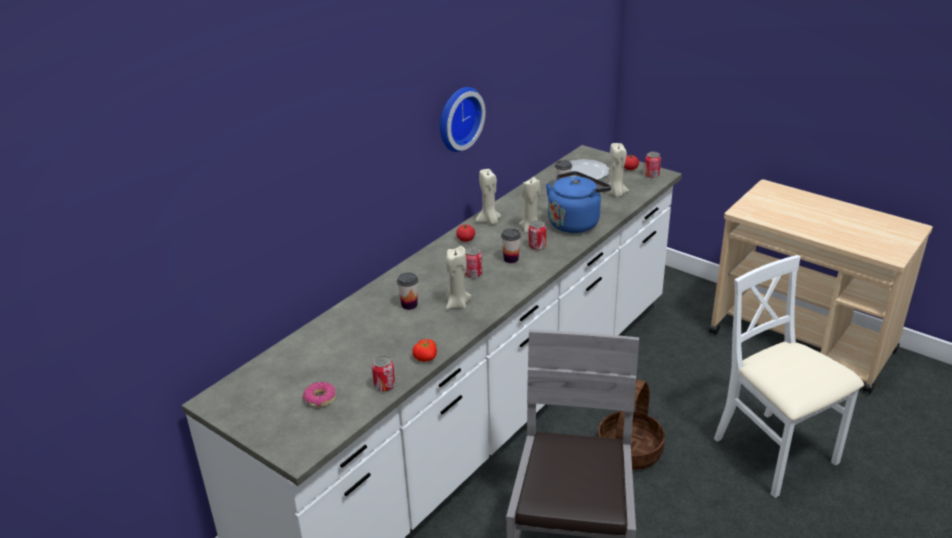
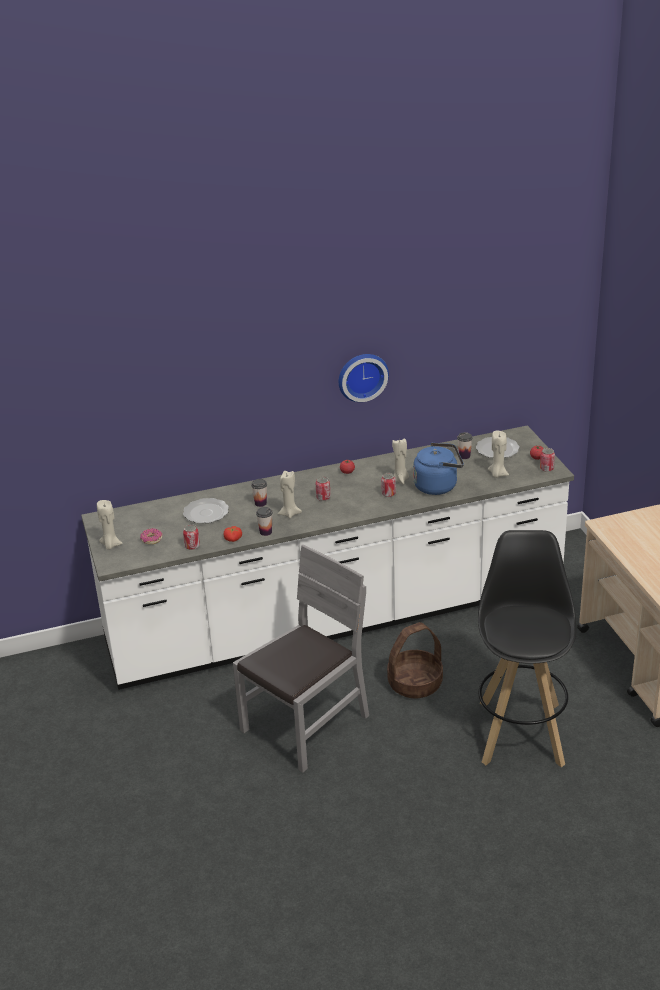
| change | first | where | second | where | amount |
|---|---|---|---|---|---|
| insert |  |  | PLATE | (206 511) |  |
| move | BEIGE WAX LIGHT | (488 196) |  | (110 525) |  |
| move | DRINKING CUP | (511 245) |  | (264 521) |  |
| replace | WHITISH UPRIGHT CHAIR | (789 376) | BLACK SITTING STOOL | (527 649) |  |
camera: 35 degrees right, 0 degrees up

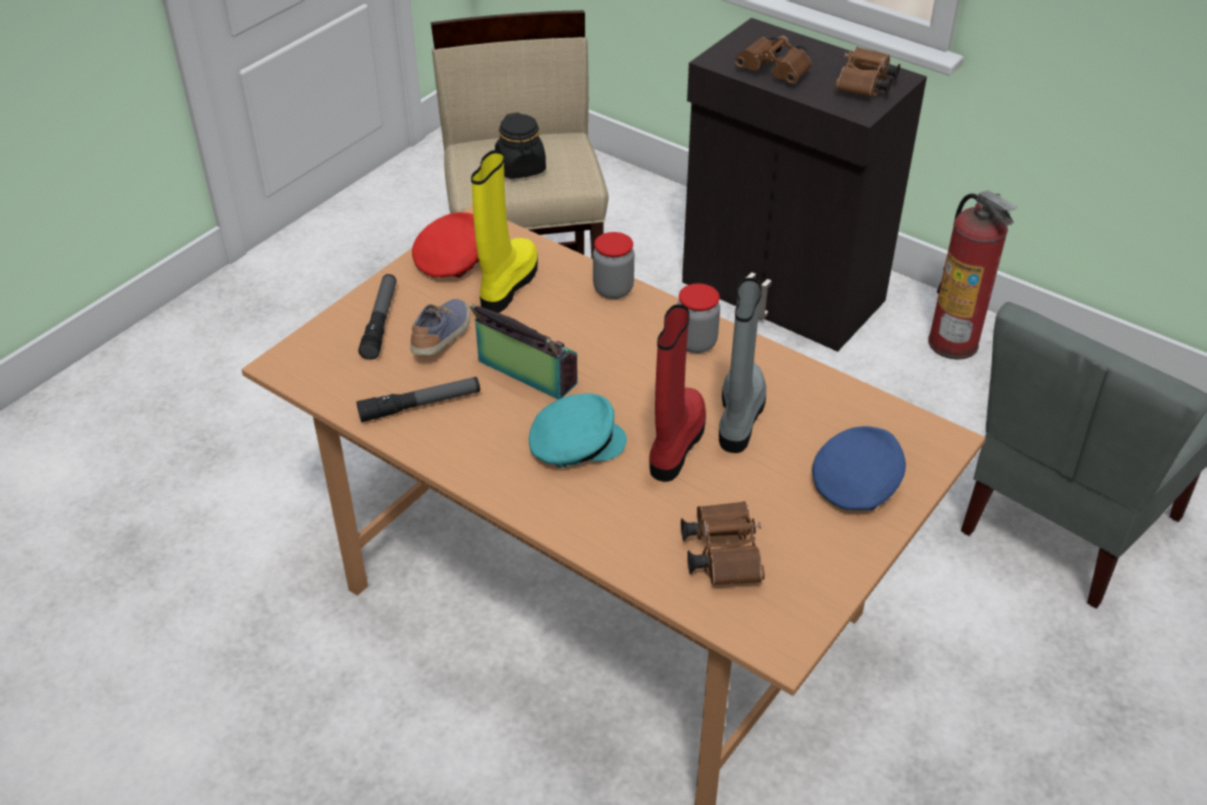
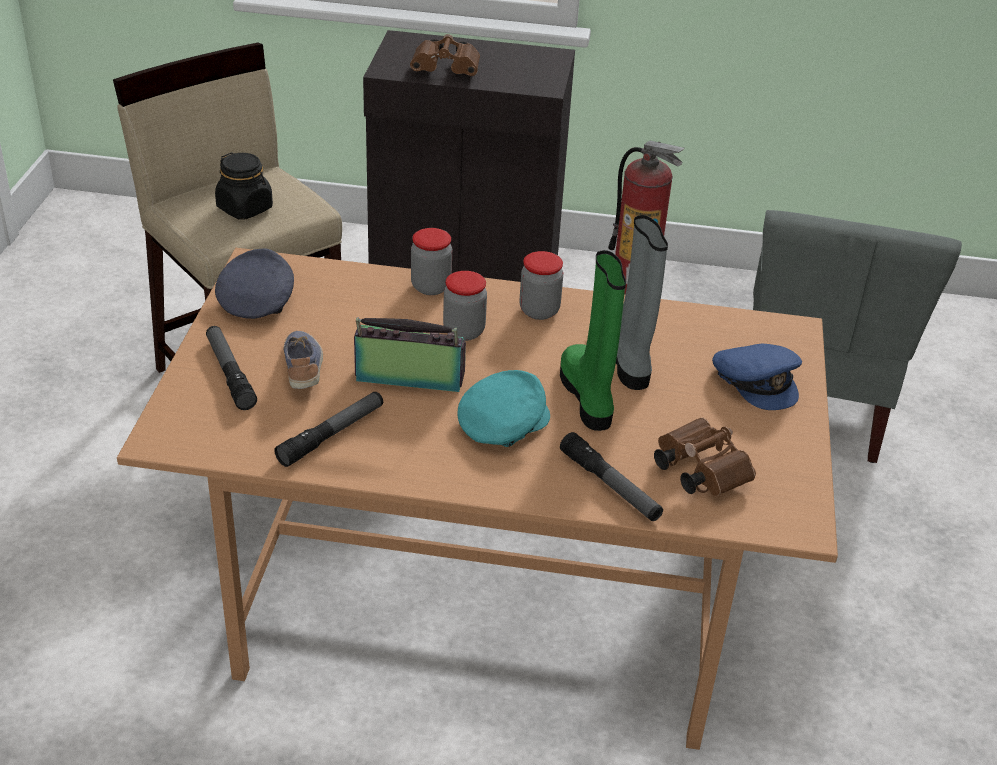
| change | first | where | second | where | amount |
|---|---|---|---|---|---|
| delete | YELLOW BOOT | (504 231) |  |  |  |
| delete | BROWN FIELD GLASSES | (867 72) |  |  |  |
| insert |  |  | PRESERVE JAR | (465 306) |  |
| insert |  |  | FLASHLIGHT | (611 476) |  |
| recolor | RED PEAKED CAP | (445 245) | GRAY PEAKED CAP | (254 283) |  |
| recolor | RED BOOT | (677 393) | GREEN BOOT | (593 340) |  |
| rotate | BLUE PEAKED CAP | (859 468) |  | (757 376) | 135 degrees clockwise |
camera: 30 degrees left, 5 degrees down

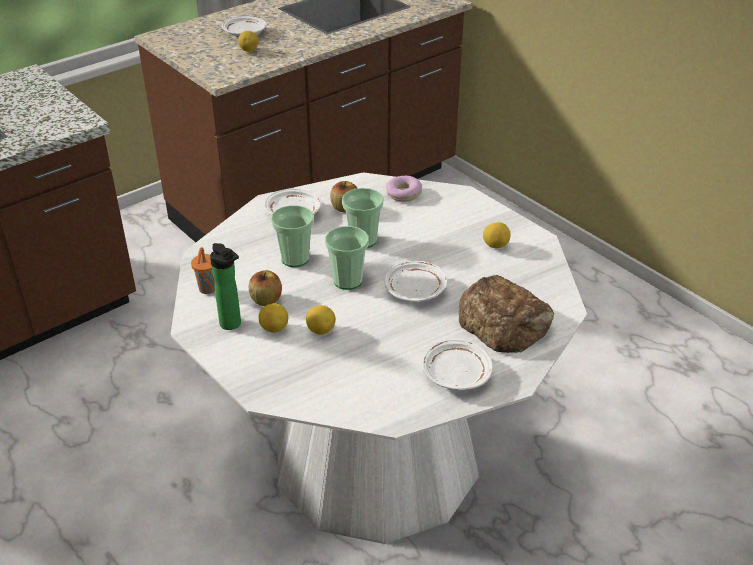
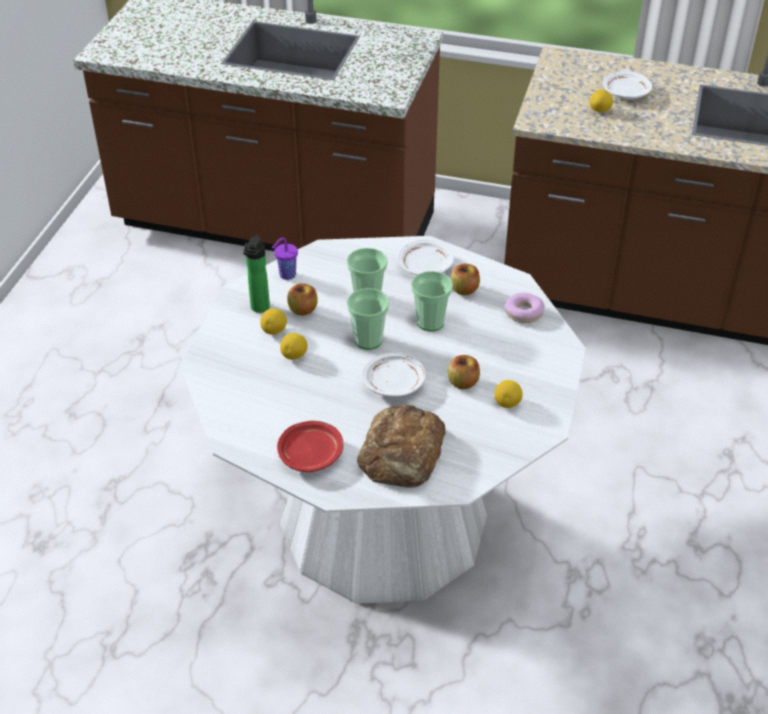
| change | first | where | second | where | amount |
|---|---|---|---|---|---|
| insert |  |  | WHOLE APPLE | (464 372) |  |
| recolor | ORANGE-COLOURED DRINKING CUP | (203 270) | PURPLISH DRINKING CUP | (285 259) |  |
| recolor | WHITISH PLATE | (457 364) | RED PLATE | (310 446) |  |
camera: 55 degrees right, 5 degrees up

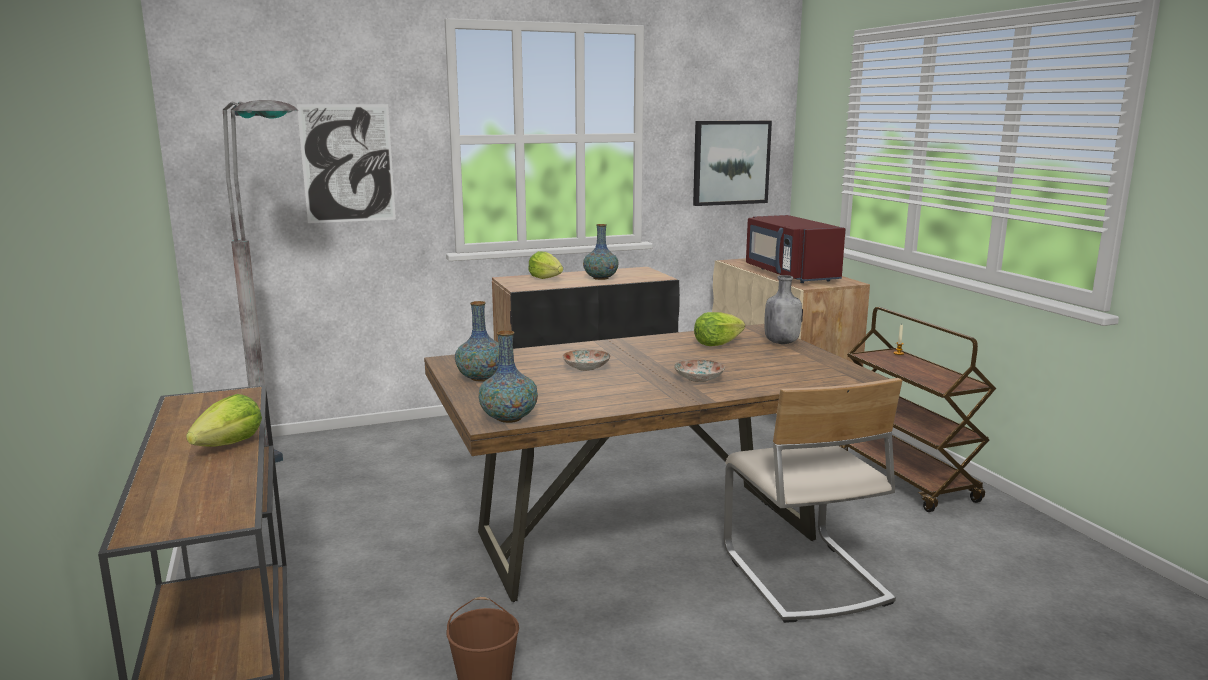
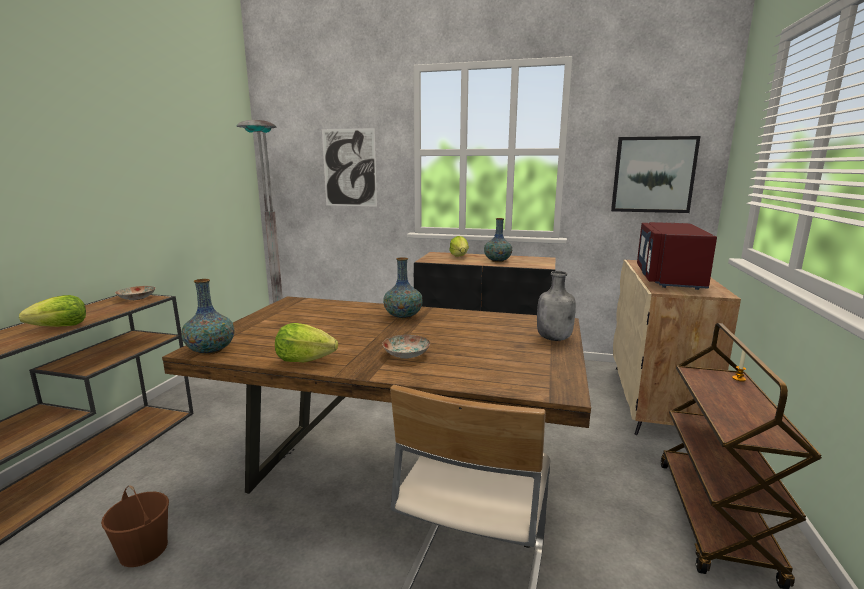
| change | first | where | second | where | amount |
|---|---|---|---|---|---|
| move | DECORATIVE VASE | (477 341) |  | (403 288) |  |
| move | PLATE | (586 360) |  | (135 293) |  |
| move | HEAD OF LETTUCE | (719 329) |  | (306 342) |  |
camera: 35 degrees right, 0 degrees up

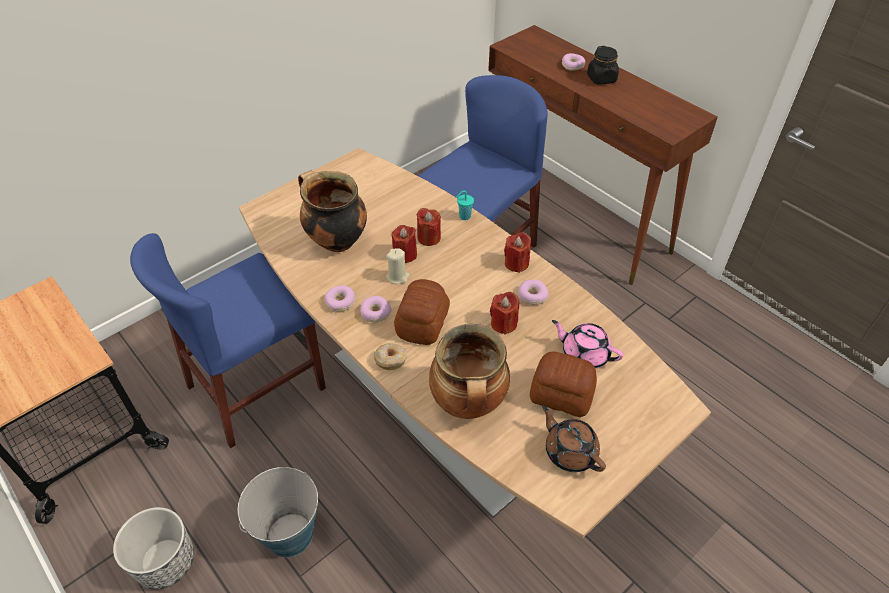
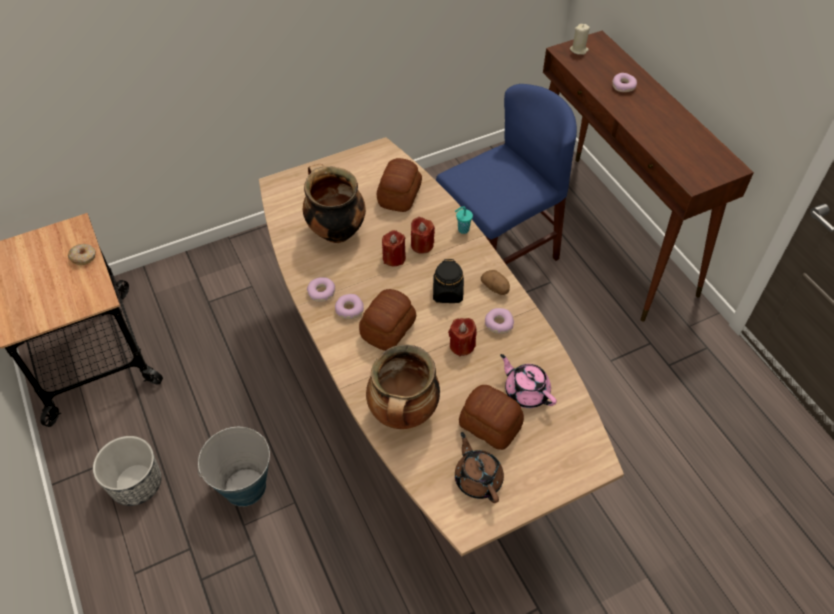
| change | first | where | second | where | amount |
|---|---|---|---|---|---|
| delete | BLUE UPRIGHT CHAIR | (228 340) |  |  |  |
| insert |  |  | BREAD | (399 185) |  |
| move | DONUT | (390 356) |  | (82 254) |  |
| move | BEIGE WAX LIGHT | (398 266) |  | (580 39) |  |
| move | BLACK PRESERVE JAR | (603 65) |  | (448 281) |  |
| replace | RED WAX LIGHT | (517 252) | WHOLE POTATO | (495 282) |  |
camera: 15 degrees right, 5 degrees up

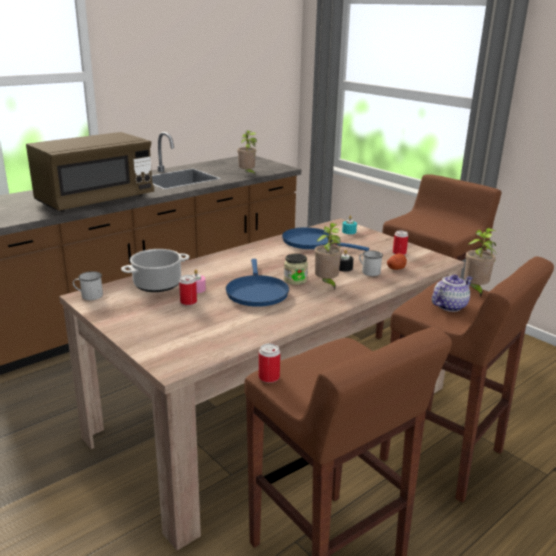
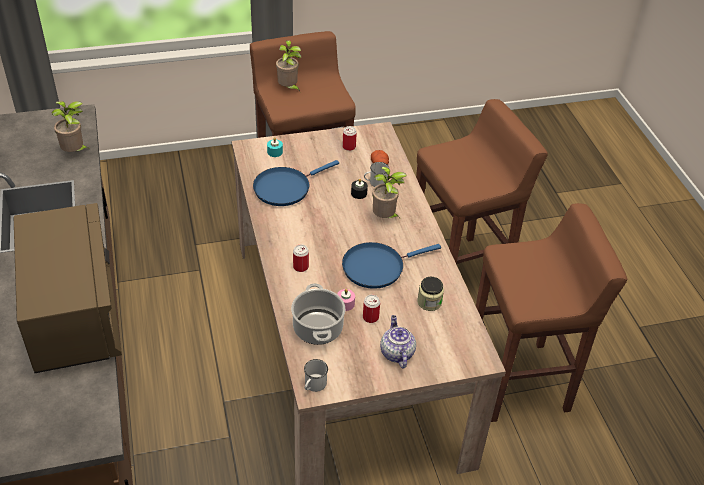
| change | first | where | second | where | amount |
|---|---|---|---|---|---|
| move | SEALED CAN | (269 363) |  | (301 258) |  |
| move | PRESERVE JAR | (296 269) |  | (430 294) |  |
| move | POT FOR TEA | (452 293) |  | (398 341) |  |
| move | PLANT IN A POT | (480 262) |  | (288 66) |  |
| rotate | BLUE SKILLET | (257 283) |  | (391 265) | 135 degrees clockwise |
camera: 65 degrees left, 20 degrees up

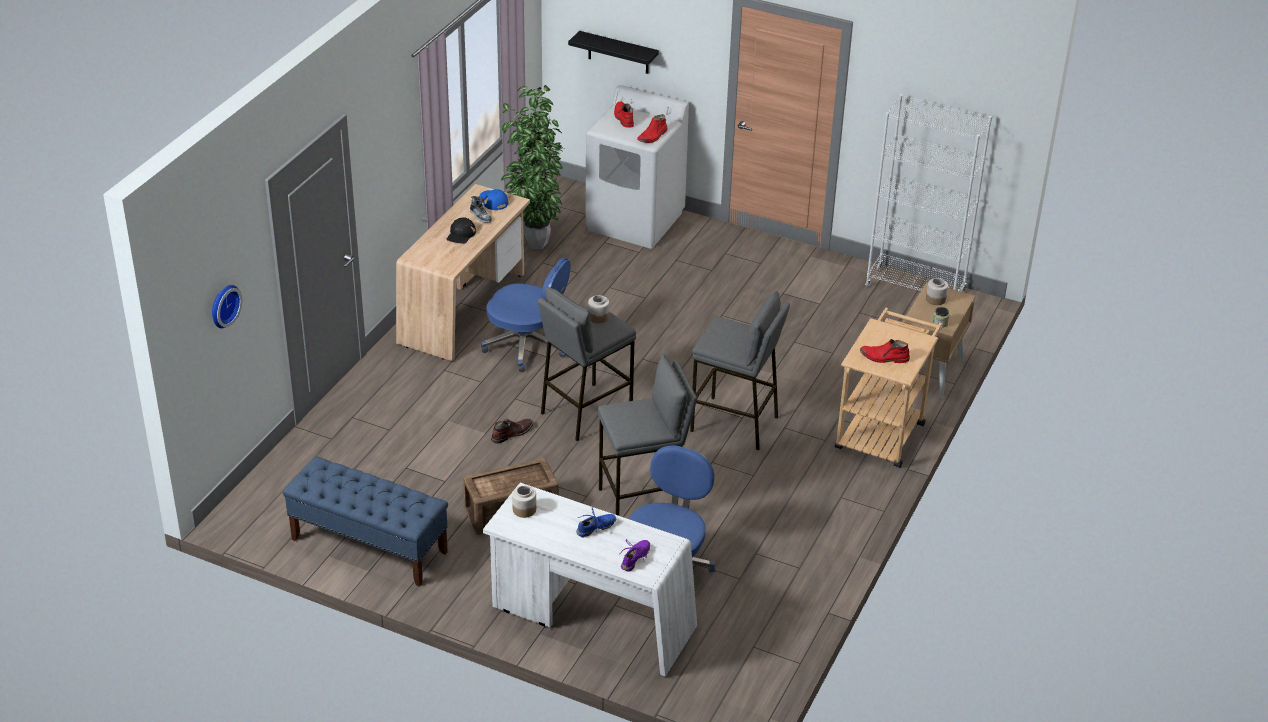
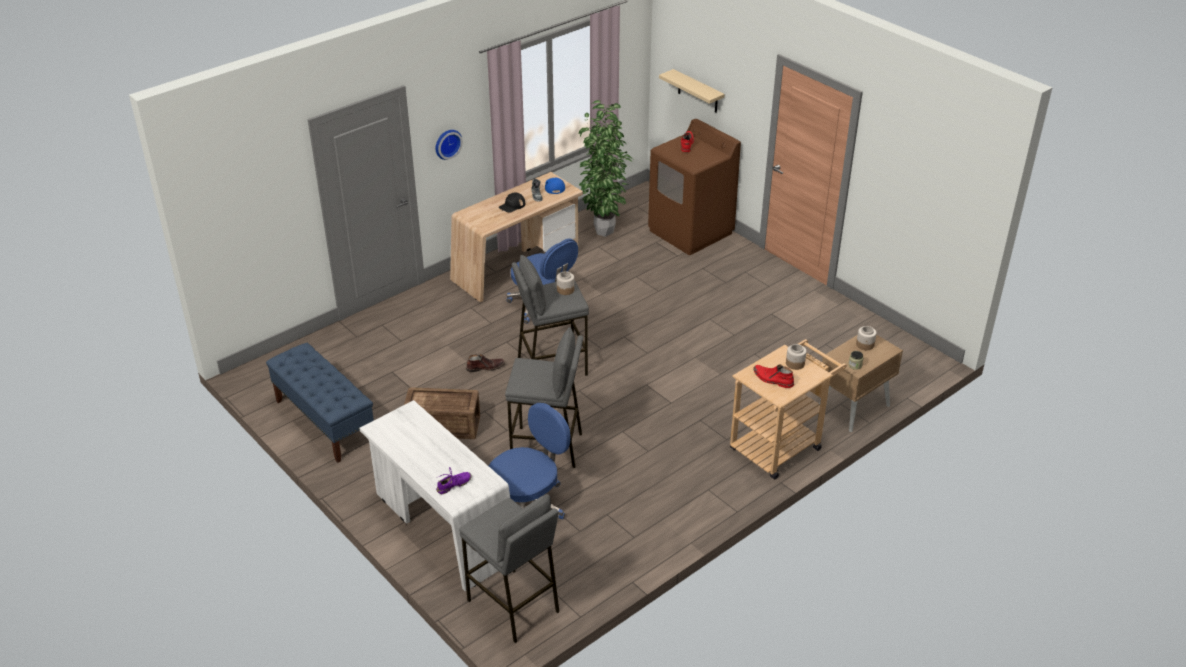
| change | first | where | second | where | amount |
|---|---|---|---|---|---|
| delete | BLUE SHOE | (596 522) |  |  |  |
| delete | RED BOOT | (652 128) |  |  |  |
| delete | WHITISH SHELVING UNIT | (928 193) |  |  |  |
| move | HANGING CLOCK | (227 306) |  | (449 145) |  |
| move | PRESERVE JAR | (524 501) |  | (796 357) |  |
| move | GRAY SITTING STOOL | (740 370) |  | (509 568) |  |
| recolor | BLACK BRACKET SHELF | (613 52) | BEIGE BRACKET SHELF | (692 91) |  |
| recolor | WHITISH LAUNDRY MACHINE | (637 167) | BROWN LAUNDRY MACHINE | (694 187) |  |
camera: 25 degrees right, 0 degrees up

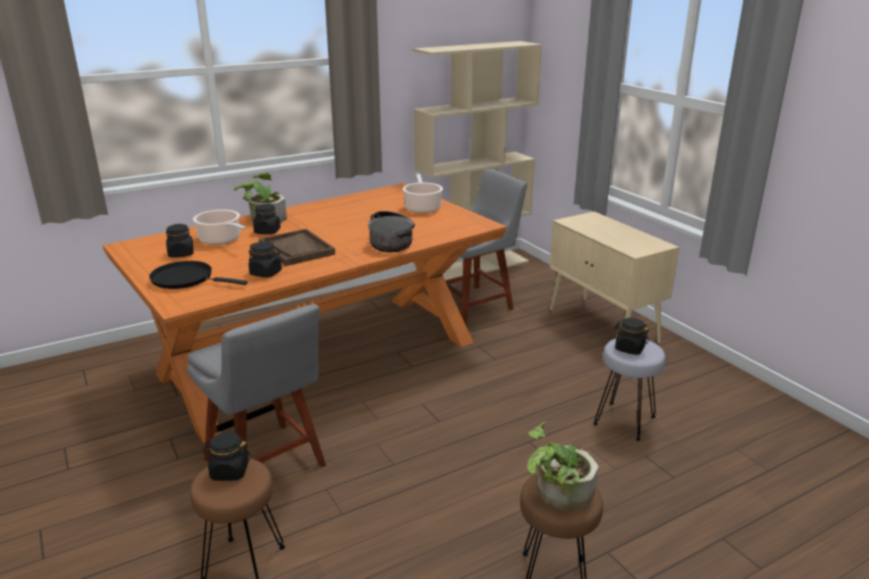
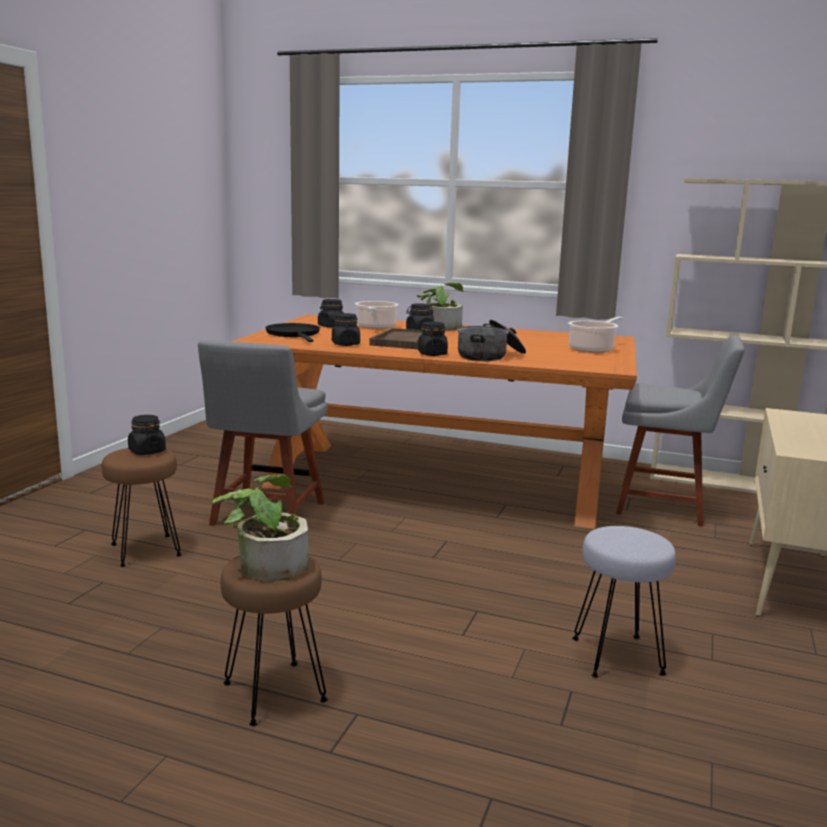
| change | first | where | second | where | amount |
|---|---|---|---|---|---|
| move | BLACK PRESERVE JAR | (632 336) |  | (433 339) |  |
camera: 50 degrees right, 10 degrees down

